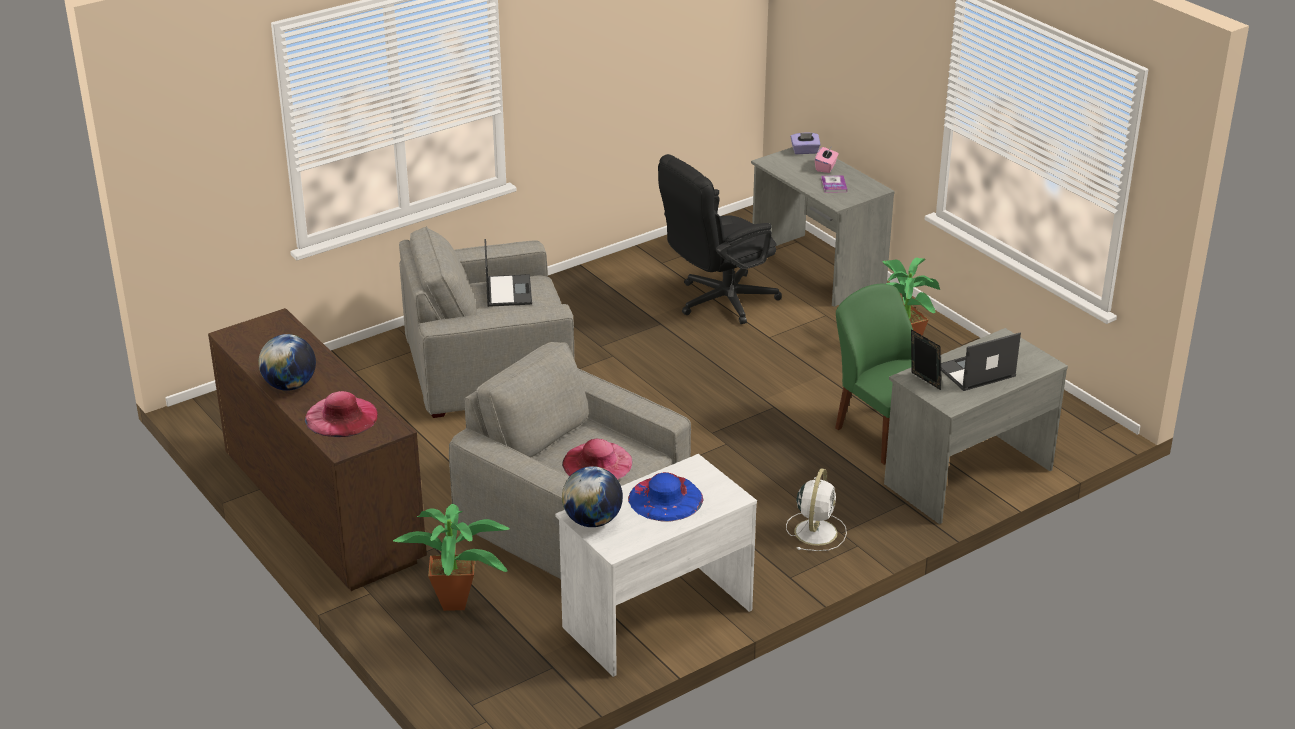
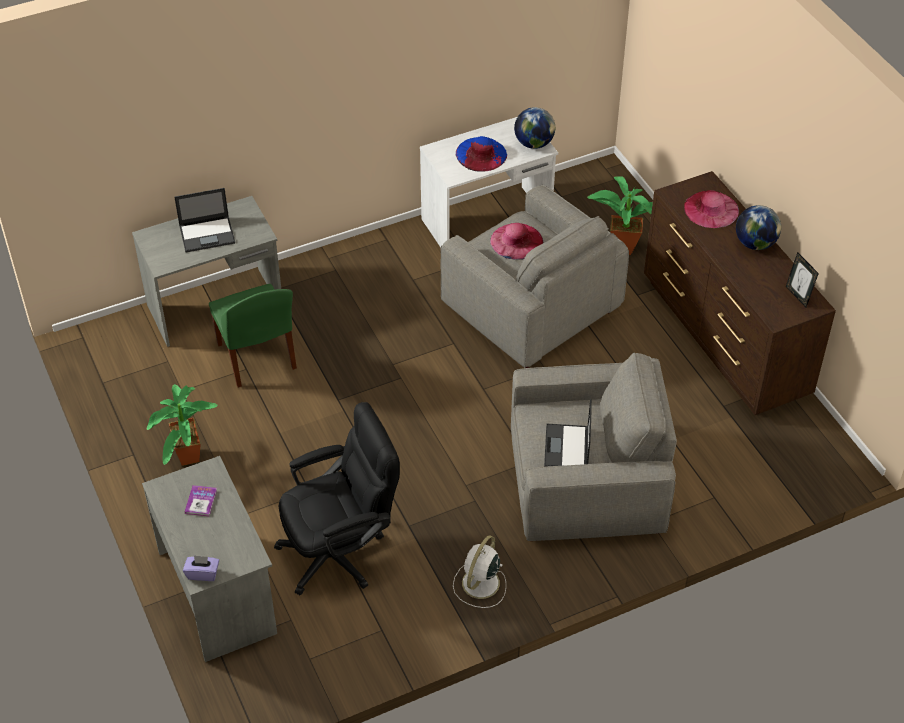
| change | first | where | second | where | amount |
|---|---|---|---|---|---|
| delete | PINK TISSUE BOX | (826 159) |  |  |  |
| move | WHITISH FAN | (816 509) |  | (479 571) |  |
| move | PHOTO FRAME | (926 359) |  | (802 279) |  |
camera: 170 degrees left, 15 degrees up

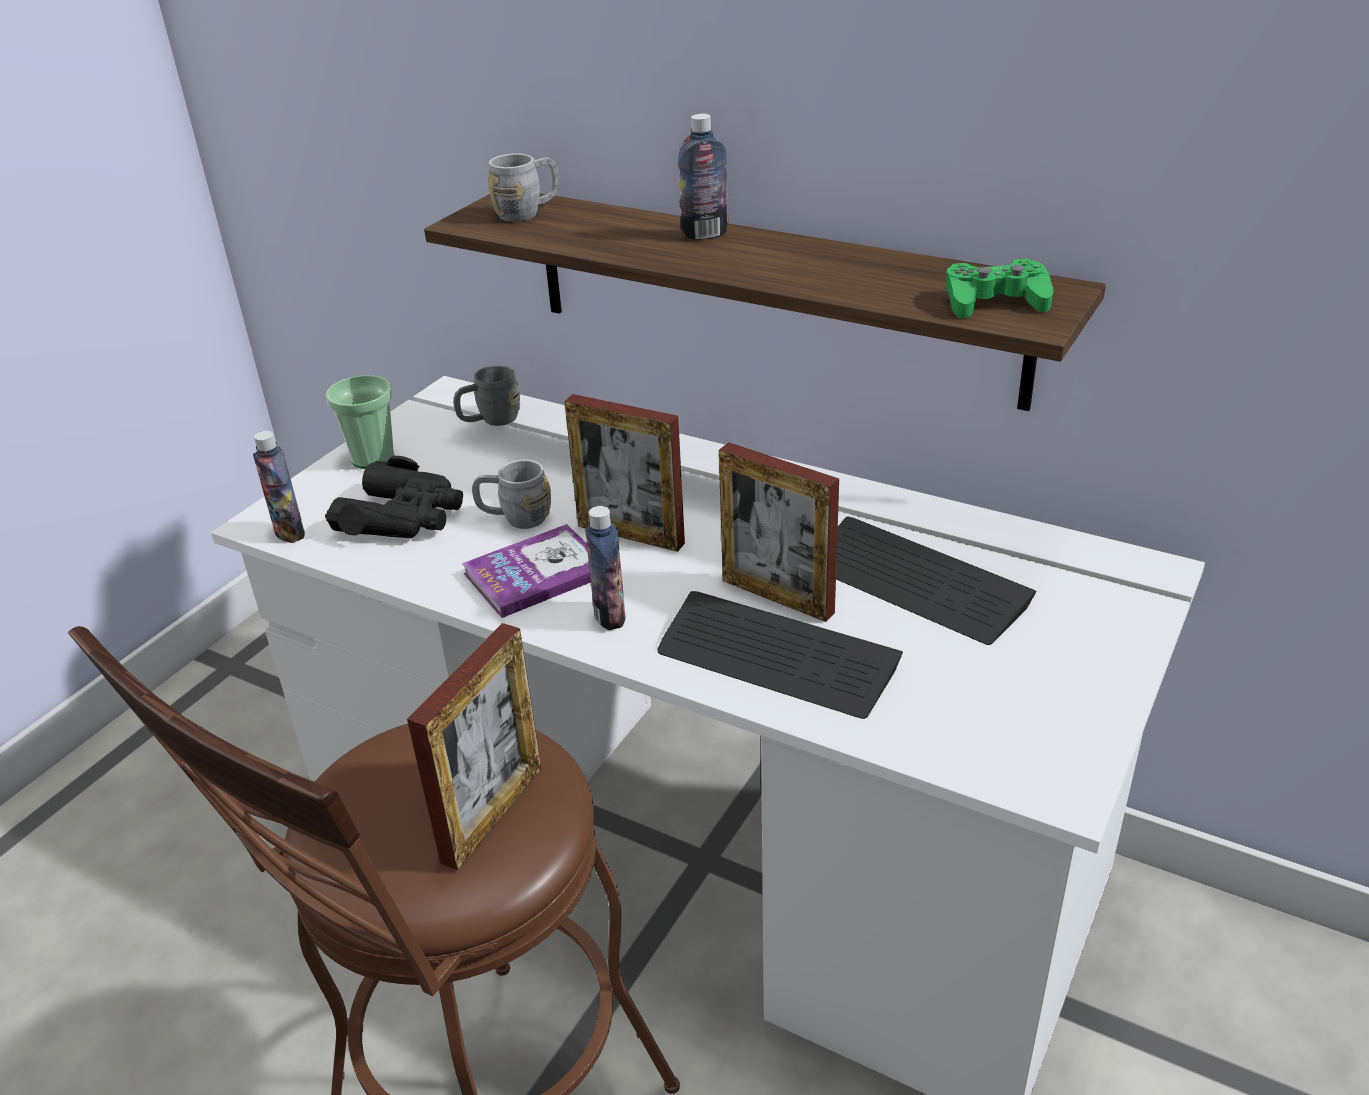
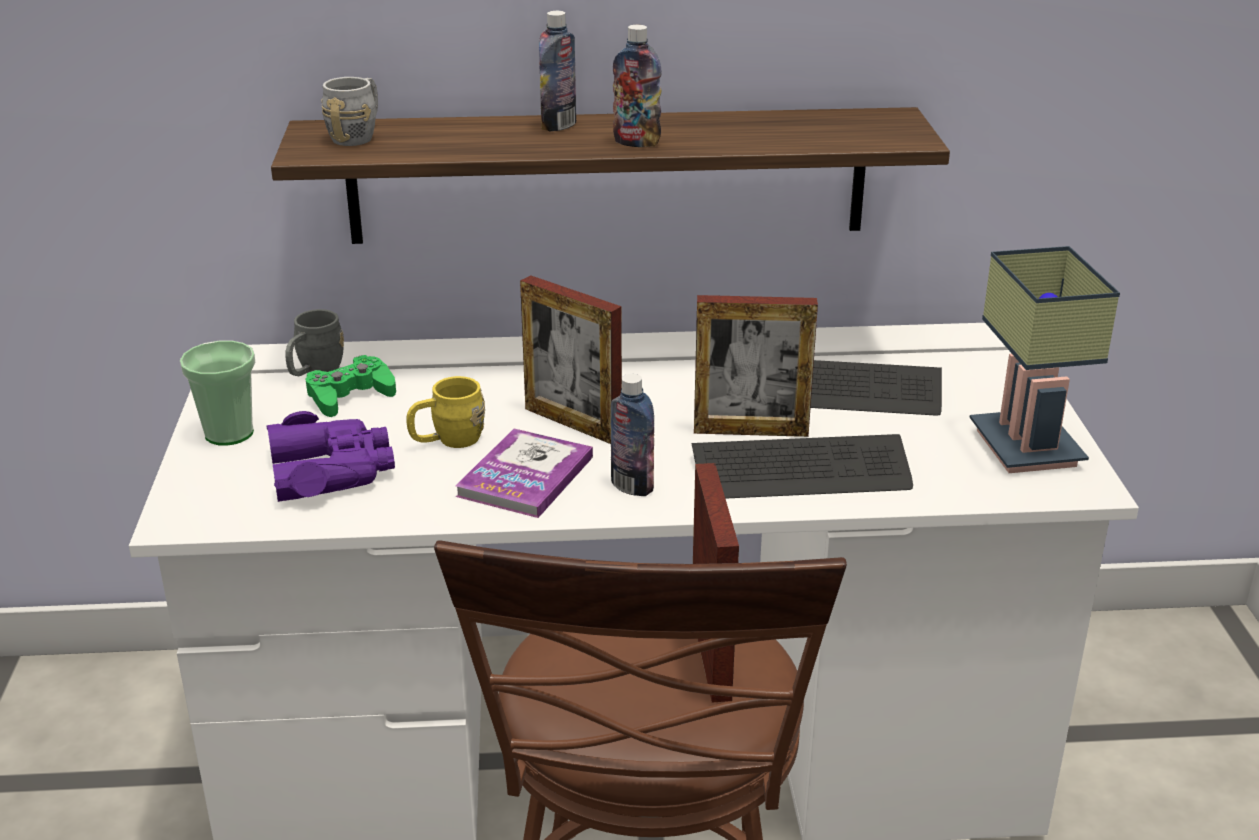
| change | first | where | second | where | amount |
|---|---|---|---|---|---|
| insert |  |  | TABLE LAMP | (1045 359) |  |
| move | DRINK BOTTLE | (279 487) |  | (637 86) |  |
| move | GREEN GAME CONTROLLER | (999 288) |  | (351 386) |  |
| recolor | BLACK FIELD GLASSES | (394 497) | PURPLISH FIELD GLASSES | (331 456) |  |
| recolor | GRAY COFFEE MUG | (511 494) | YELLOW COFFEE MUG | (445 412) |  |
| rotate | PHOTO FRAME | (624 473) |  | (571 360) | 45 degrees clockwise |
camera: 35 degrees left, 5 degrees down

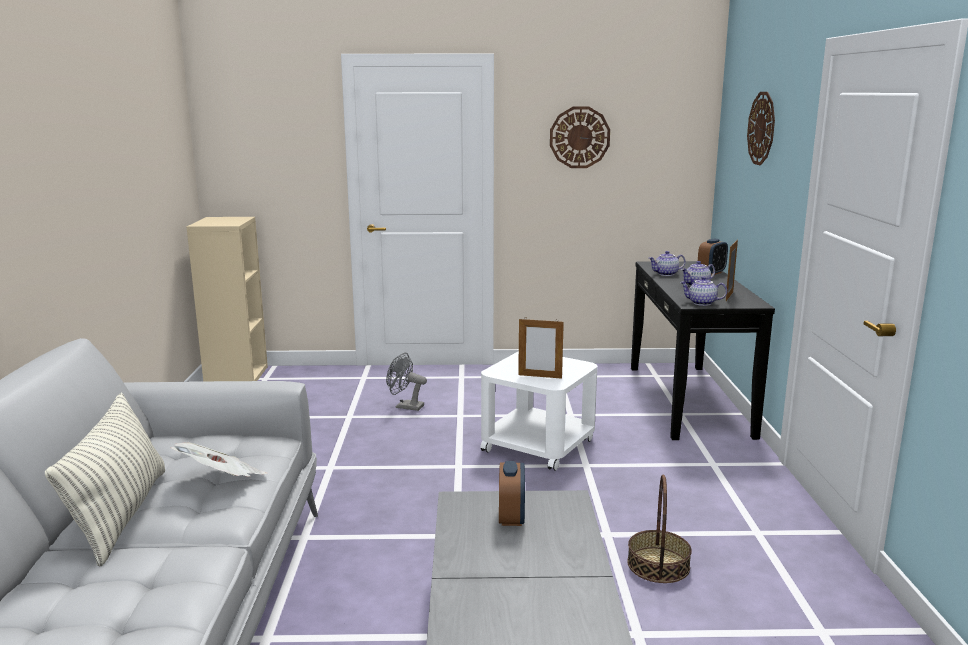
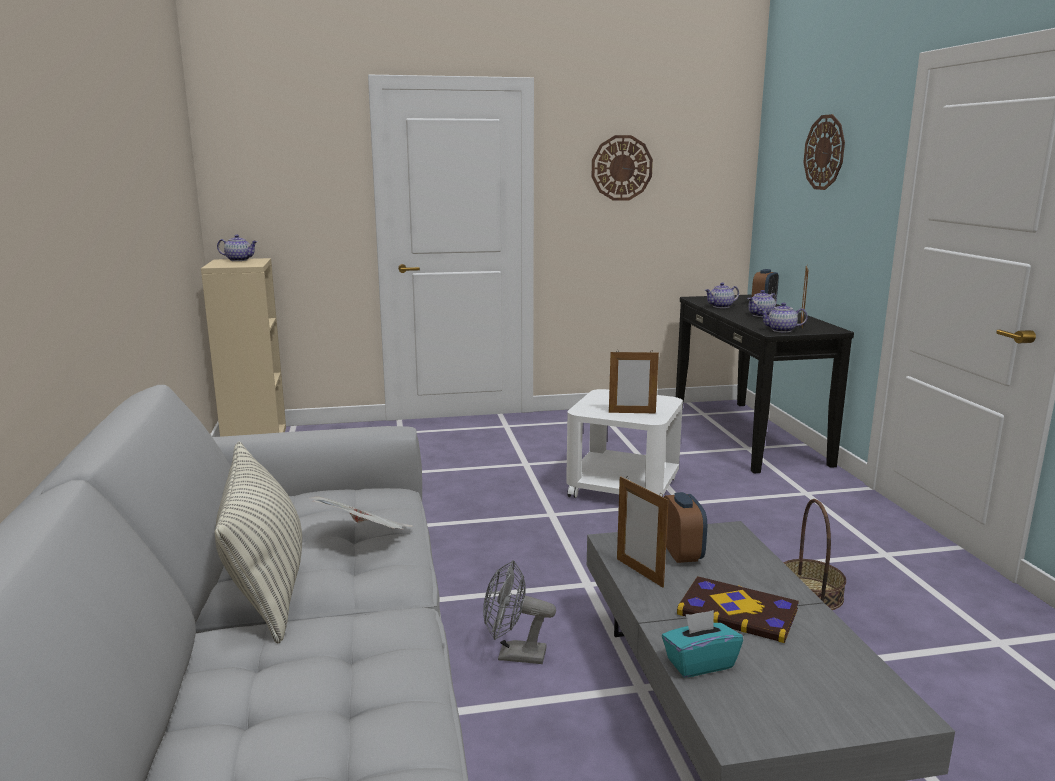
| change | first | where | second | where | amount |
|---|---|---|---|---|---|
| insert |  |  | POT FOR TEA | (237 248) |  |
| insert |  |  | PHOTO FRAME | (643 532) |  |
| insert |  |  | TURQUOISE TISSUE BOX | (702 643) |  |
| insert |  |  | VOLUME | (738 609) |  |
| move | GRAY FAN | (406 382) |  | (519 612) |  |
camera: 10 degrees left, 0 degrees up

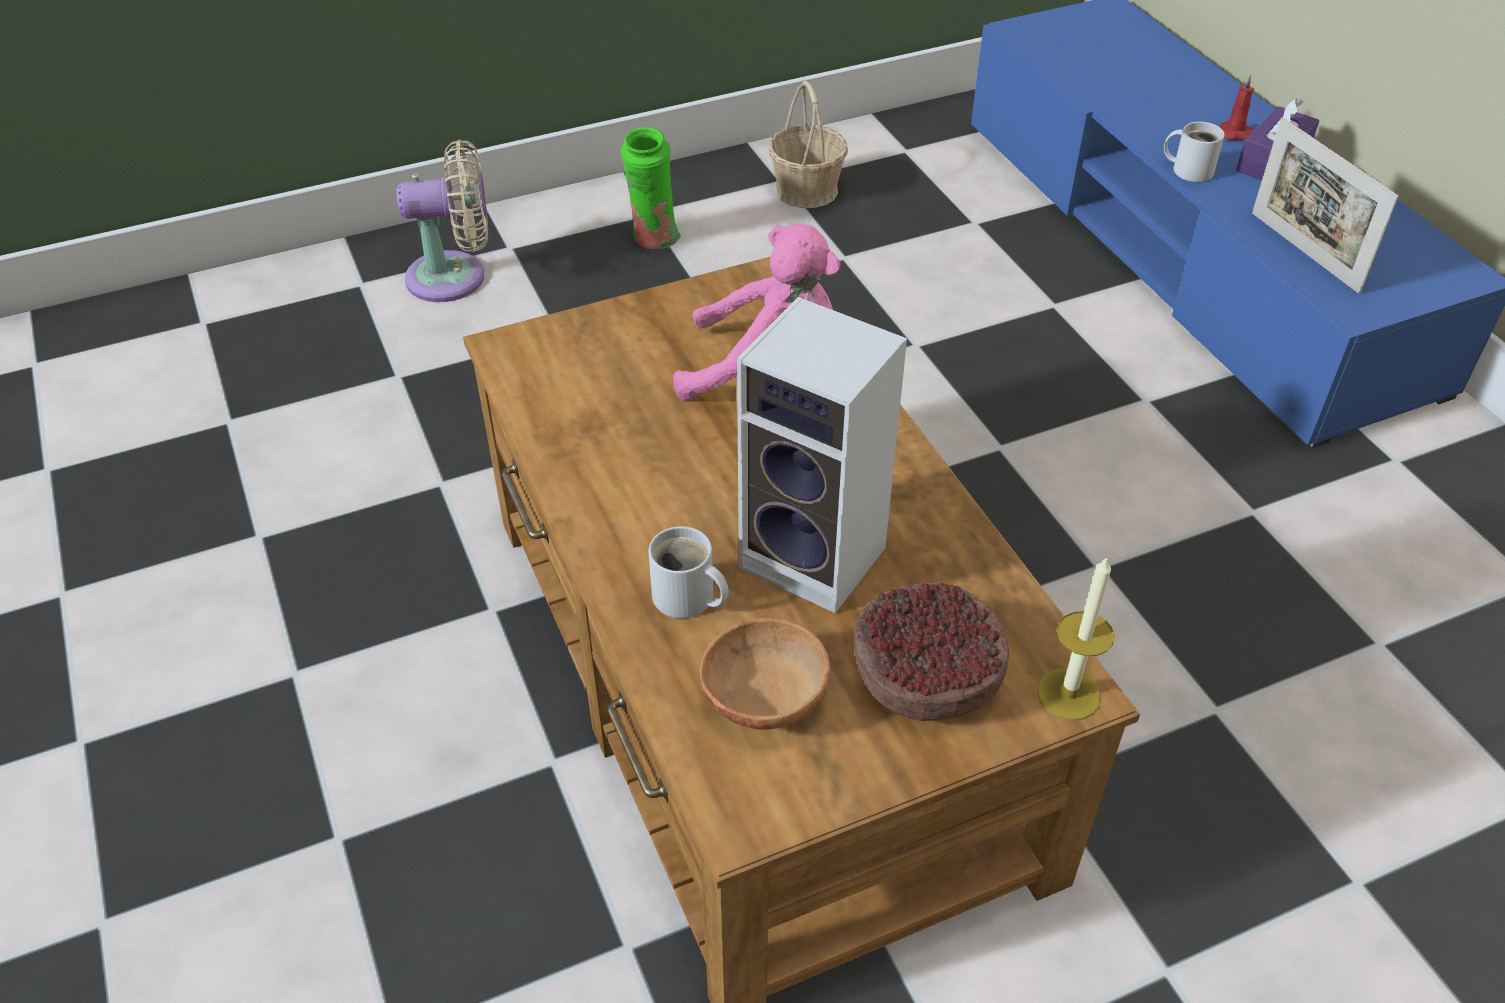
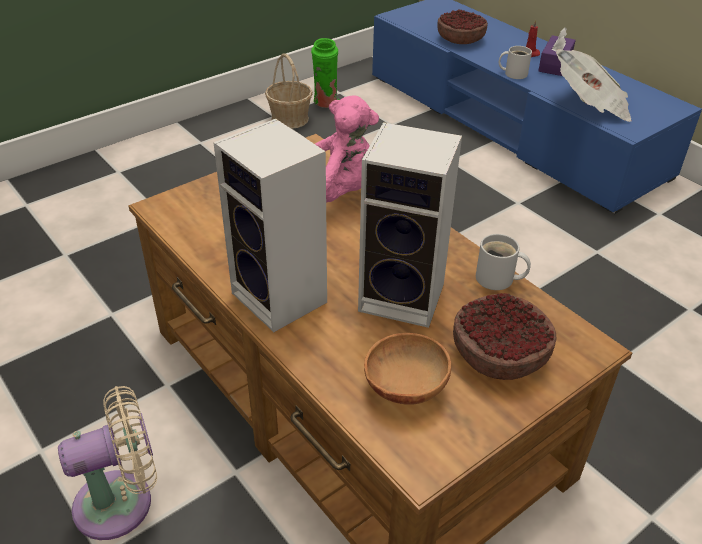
| change | first | where | second | where | amount |
|---|---|---|---|---|---|
| delete | WAX LIGHT | (1076 638) |  |  |  |
| insert |  |  | AUDIO SPEAKER | (270 225) |  |
| insert |  |  | DEEP DISH | (462 26) |  |
| move | BEIGE FAN | (442 221) |  | (107 463) |  |
| move | GREEN DECORATIVE VASE | (651 188) |  | (325 73) |  |
| move | WHITISH COFFEE MUG | (689 572) |  | (503 262) |  |
| replace | PHOTO FRAME | (1325 205) | NEWSPAPER | (593 85) |  |
camera: 15 degrees left, 5 degrees down

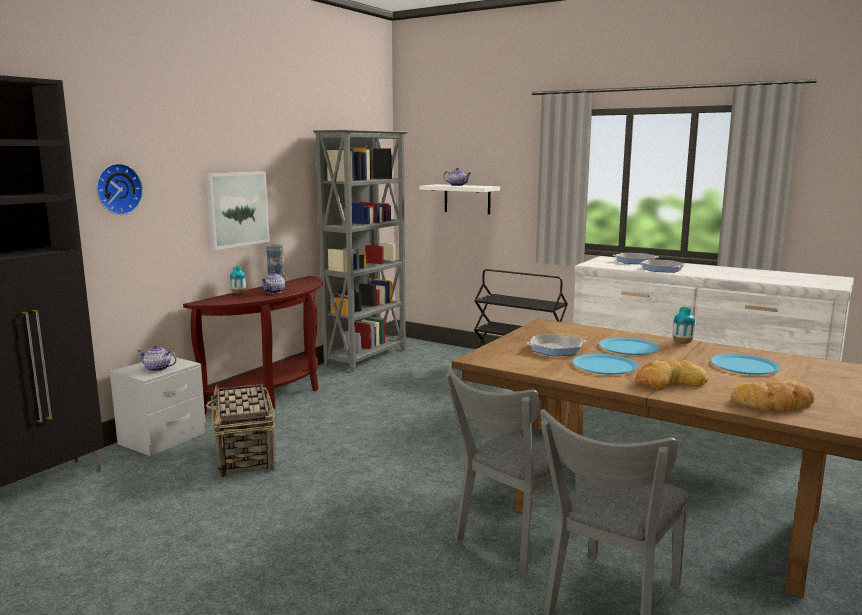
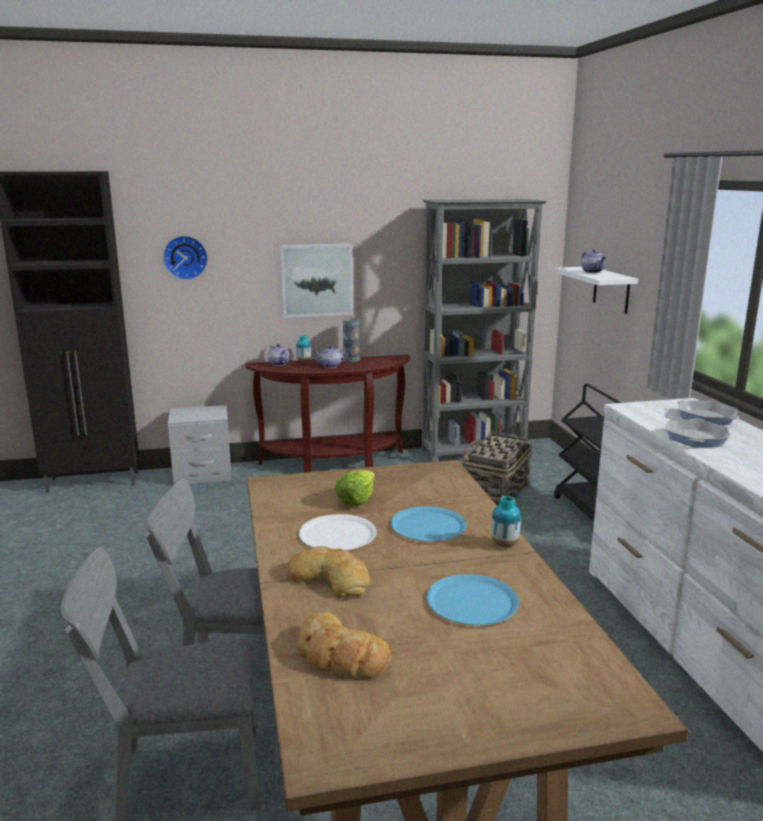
| change | first | where | second | where | amount |
|---|---|---|---|---|---|
| move | POT FOR TEA | (157 358) |  | (278 355) |  |
| move | BASKET | (241 430) |  | (496 467) |  |
| replace | SKILLET | (556 345) | HEAD OF LETTUCE | (355 488) |  |
| recolor | BLUE PLATE | (605 364) | WHITISH PLATE | (338 532) |  |
camera: 45 degrees right, 5 degrees up

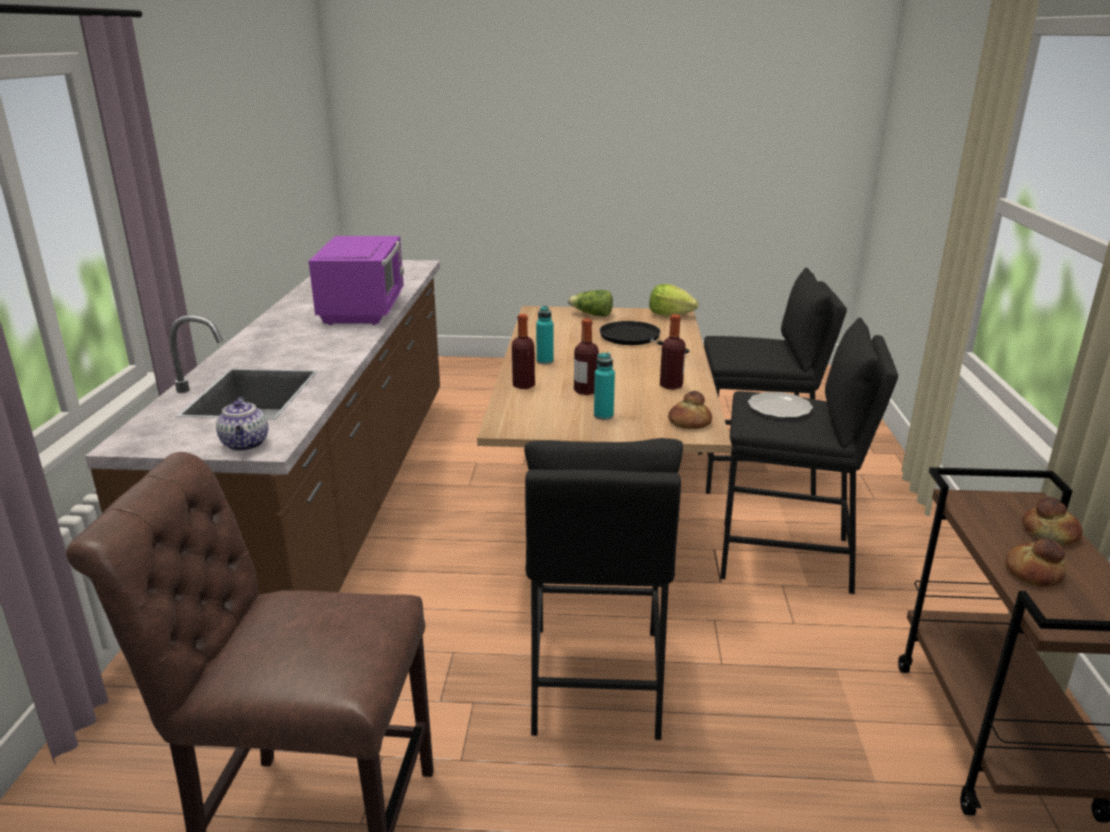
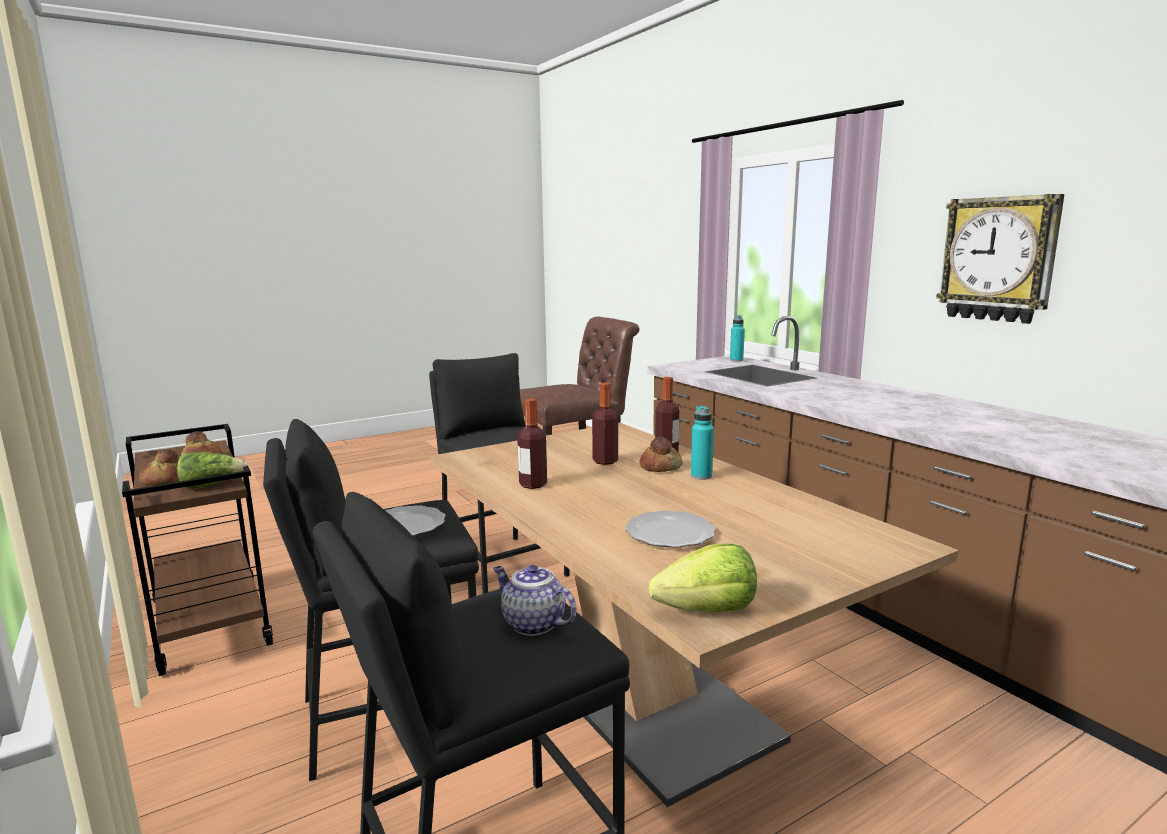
| change | first | where | second | where | amount |
|---|---|---|---|---|---|
| delete | PURPLISH KITCHEN MICROWAVE | (356 280) |  |  |  |
| insert |  |  | HANGING CLOCK | (1000 259) |  |
| move | POT FOR TEA | (242 424) |  | (535 600) |  |
| move | HEAD OF LETTUCE | (590 303) |  | (212 470) |  |
| move | TURQUOISE DRINK BOTTLE | (604 386) |  | (737 338) |  |
| move | BREAD | (690 410) |  | (661 454) |  |
| replace | BLACK SKILLET | (644 337) | PLATE | (670 529) |  |
camera: 145 degrees right, 10 degrees down

